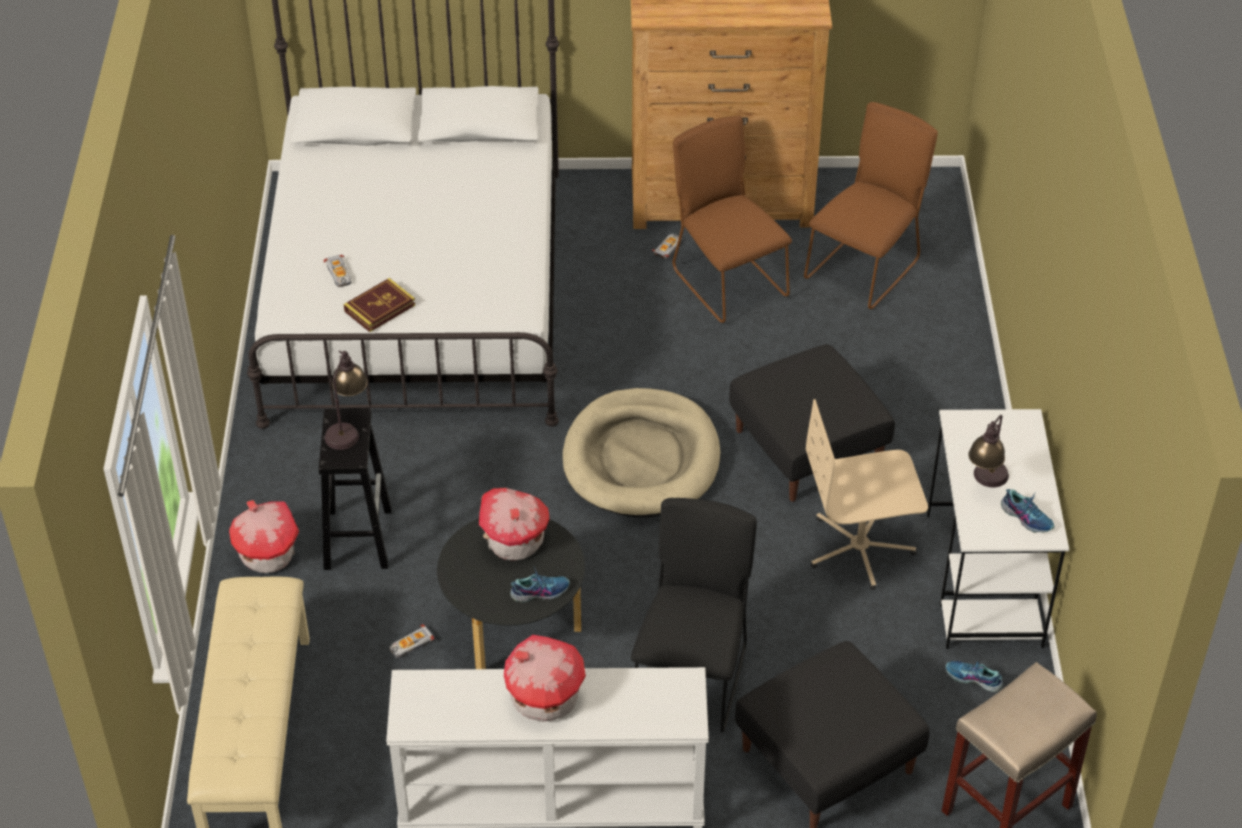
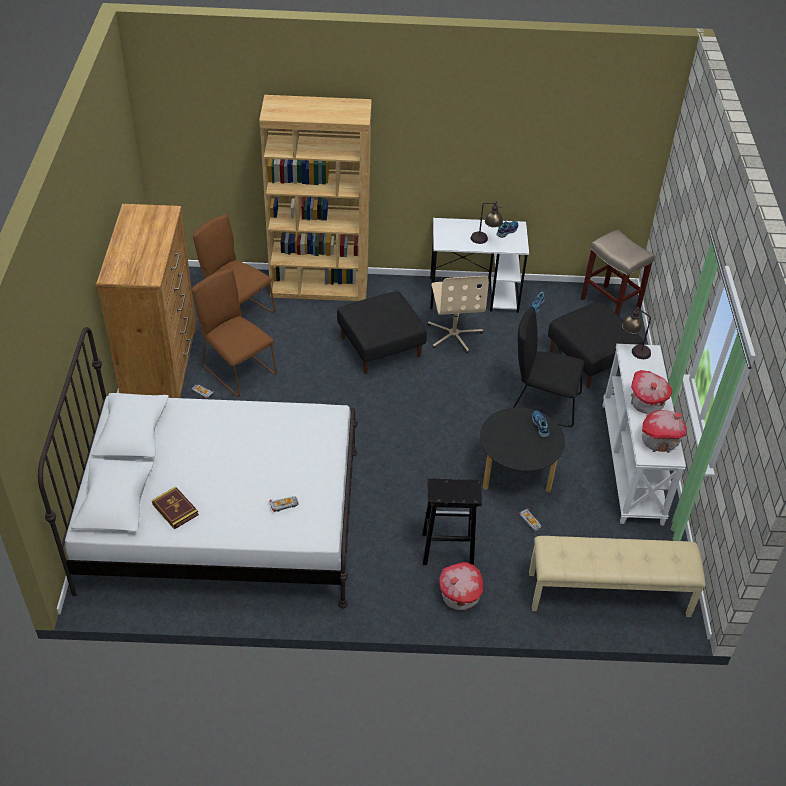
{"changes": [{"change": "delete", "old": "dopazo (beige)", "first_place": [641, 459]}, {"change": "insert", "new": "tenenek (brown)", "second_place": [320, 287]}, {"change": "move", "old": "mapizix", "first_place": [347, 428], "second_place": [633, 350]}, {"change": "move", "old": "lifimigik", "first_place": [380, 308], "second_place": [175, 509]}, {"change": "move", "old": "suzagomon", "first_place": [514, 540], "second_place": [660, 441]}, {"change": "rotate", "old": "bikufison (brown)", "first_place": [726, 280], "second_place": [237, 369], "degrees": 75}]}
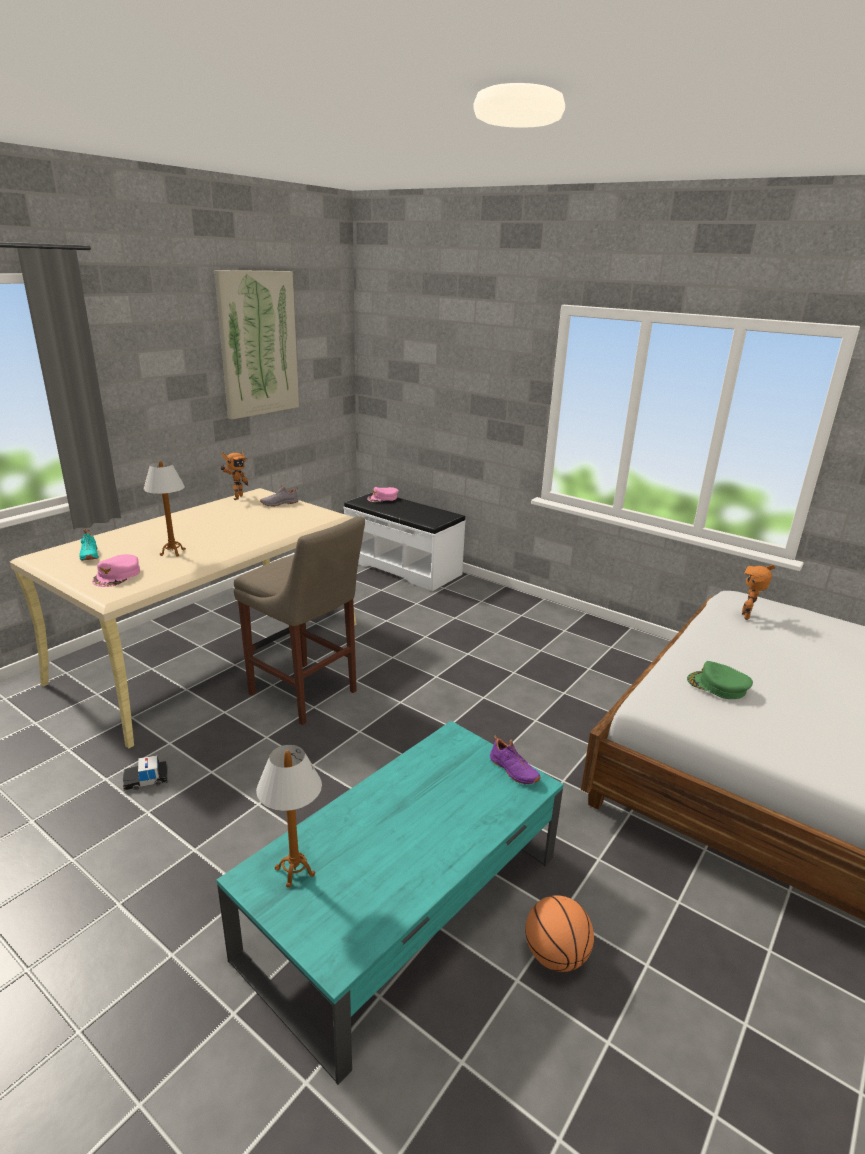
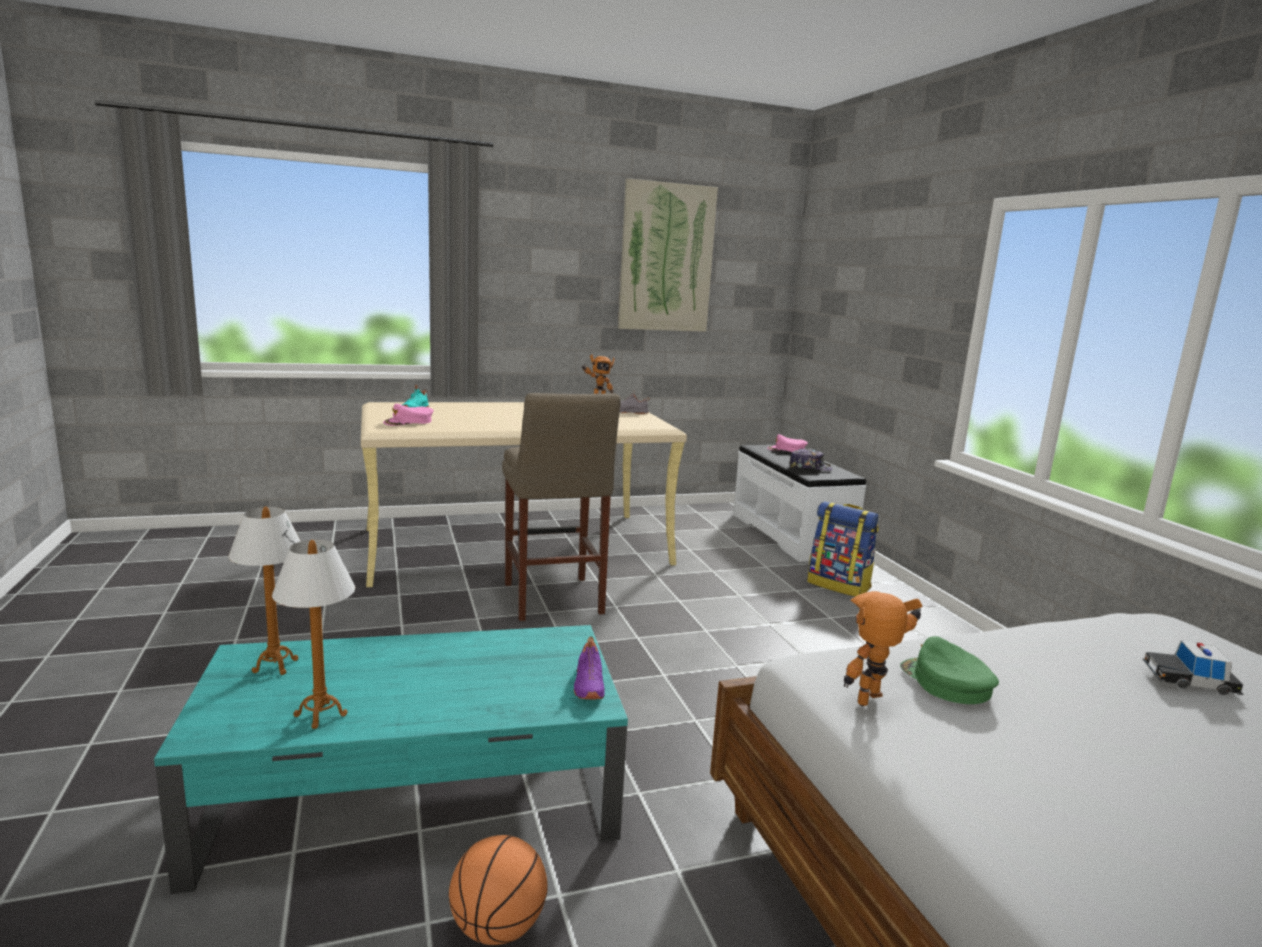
{"changes": [{"change": "insert", "new": "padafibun", "second_place": [810, 468]}, {"change": "insert", "new": "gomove", "second_place": [839, 585]}, {"change": "move", "old": "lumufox", "first_place": [146, 779], "second_place": [1189, 680]}, {"change": "move", "old": "mapizix", "first_place": [173, 552], "second_place": [320, 715]}, {"change": "move", "old": "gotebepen", "first_place": [748, 616], "second_place": [875, 703]}]}
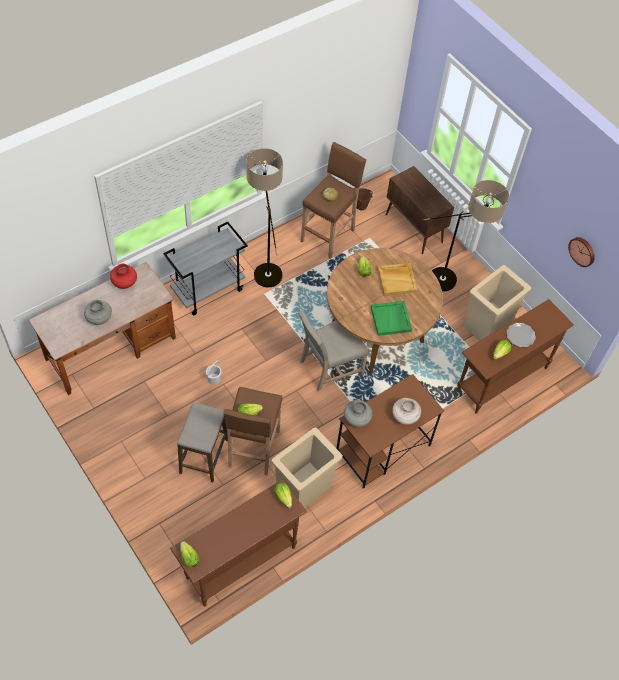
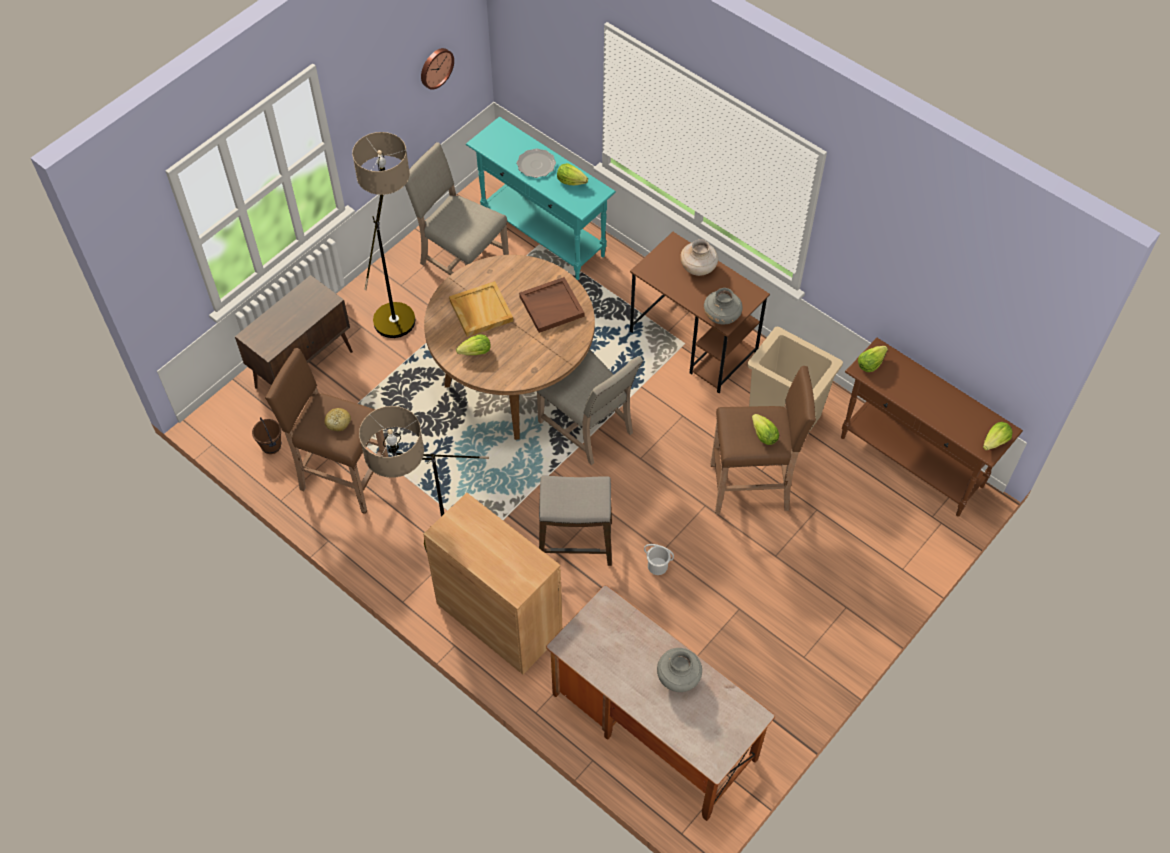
{"changes": [{"change": "delete", "old": "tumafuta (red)", "first_place": [124, 283]}, {"change": "move", "old": "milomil", "first_place": [204, 456], "second_place": [575, 543]}, {"change": "replace", "old": "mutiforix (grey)", "new": "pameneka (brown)", "first_place": [208, 290], "second_place": [499, 618]}, {"change": "replace", "old": "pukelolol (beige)", "new": "bikufison (beige)", "first_place": [488, 325], "second_place": [460, 260]}, {"change": "recolor", "old": "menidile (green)", "new": "menidile (brown)", "first_place": [391, 319], "second_place": [552, 306]}, {"change": "recolor", "old": "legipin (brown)", "new": "legipin (turquoise)", "first_place": [501, 379], "second_place": [543, 236]}]}
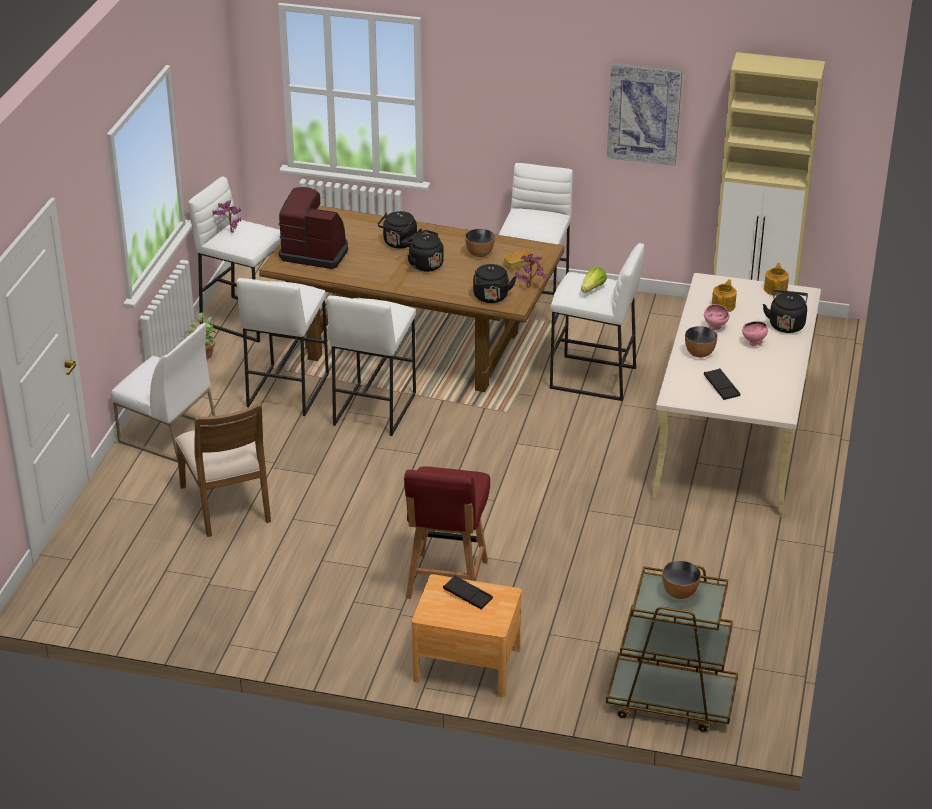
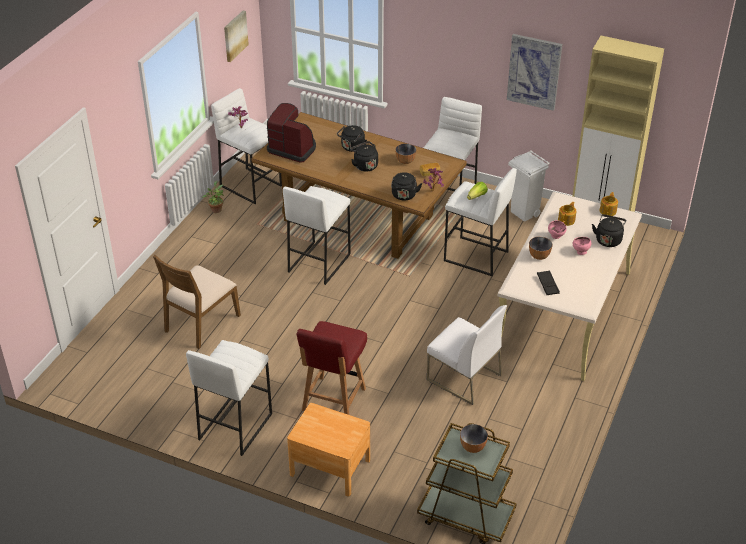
{"changes": [{"change": "delete", "old": "menidile (black)", "first_place": [467, 595]}, {"change": "insert", "new": "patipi", "second_place": [235, 35]}, {"change": "insert", "new": "pukelolol (white)", "second_place": [524, 213]}, {"change": "move", "old": "bikufison (white)", "first_place": [167, 434], "second_place": [463, 377]}, {"change": "move", "old": "milomil (white)", "first_place": [287, 390], "second_place": [235, 426]}, {"change": "rotate", "old": "bikufison (brown)", "first_place": [227, 503], "second_place": [201, 323], "degrees": 45}]}
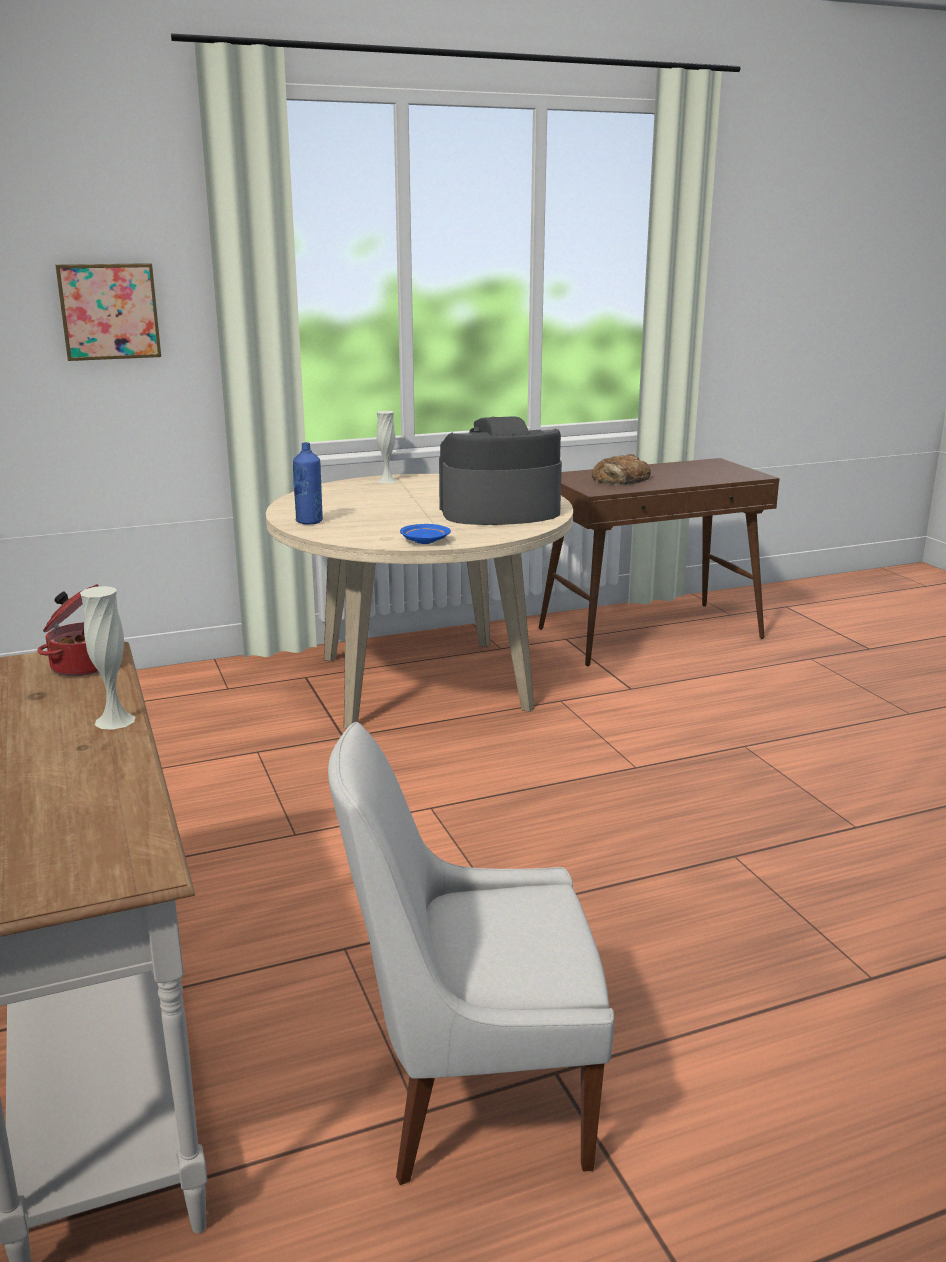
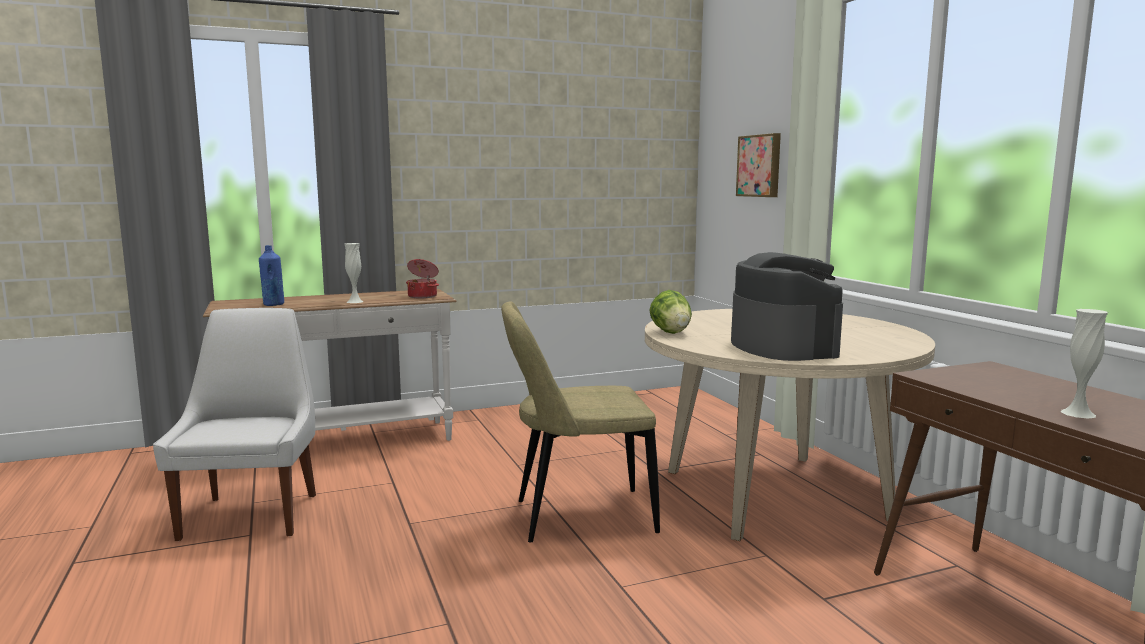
{"changes": [{"change": "delete", "old": "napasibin", "first_place": [620, 479]}, {"change": "insert", "new": "bikufison (beige)", "second_place": [577, 517]}, {"change": "move", "old": "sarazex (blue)", "first_place": [309, 521], "second_place": [273, 304]}, {"change": "move", "old": "tumafuta (white)", "first_place": [387, 481], "second_place": [1078, 413]}, {"change": "replace", "old": "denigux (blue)", "new": "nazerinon", "first_place": [424, 541], "second_place": [671, 332]}]}
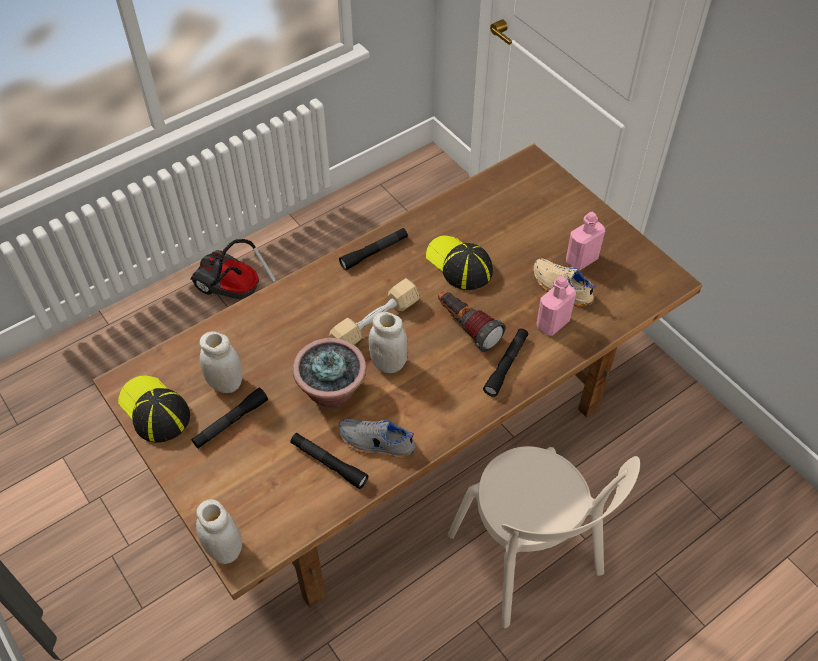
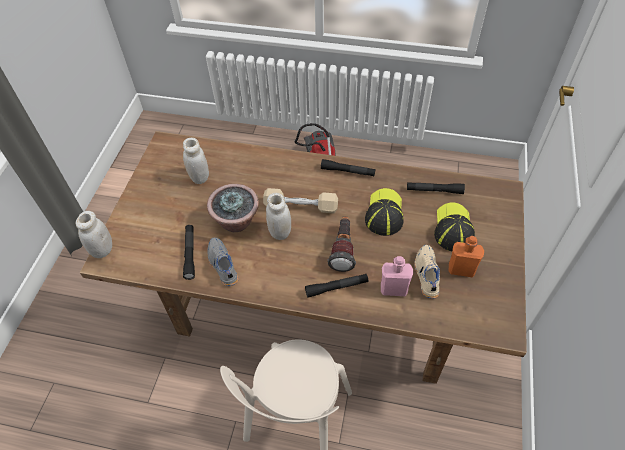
{"changes": [{"change": "move", "old": "padafibun", "first_place": [154, 410], "second_place": [453, 228]}, {"change": "move", "old": "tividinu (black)", "first_place": [230, 422], "second_place": [434, 190]}, {"change": "recolor", "old": "sarazex (pink)", "new": "sarazex (orange)", "first_place": [581, 260], "second_place": [461, 269]}]}
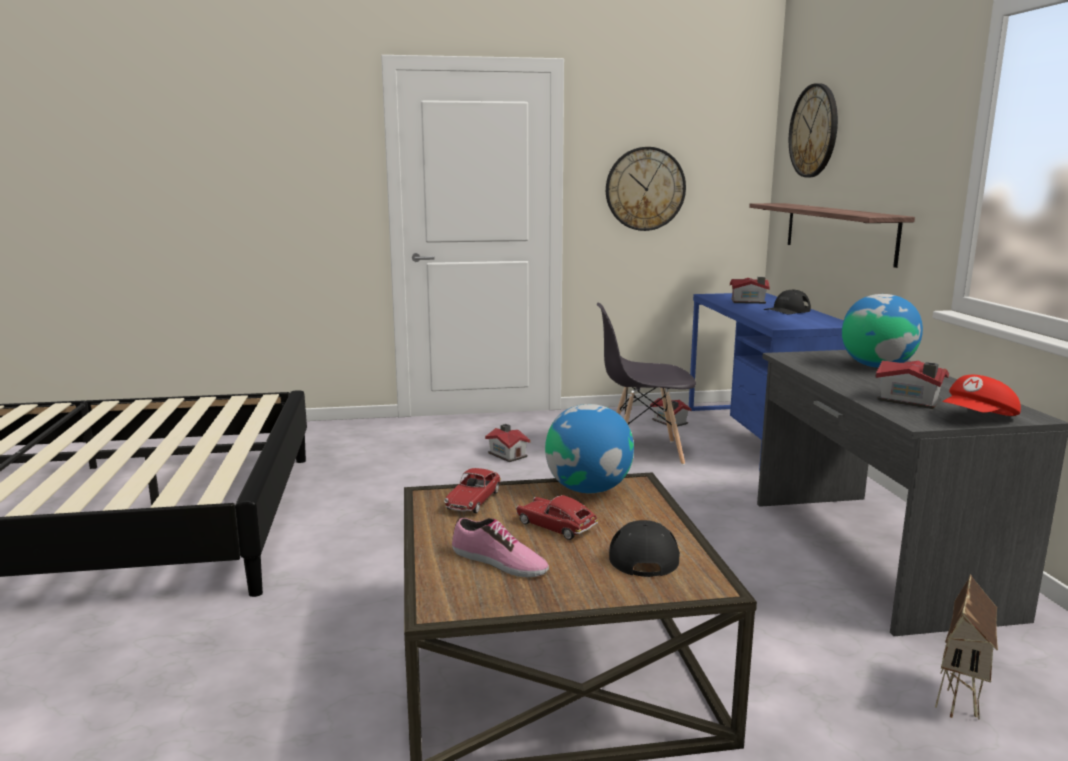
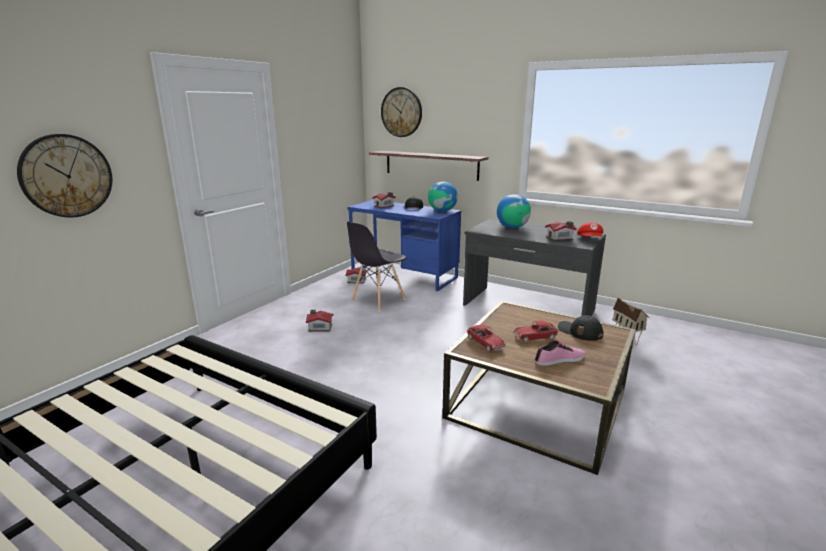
{"changes": [{"change": "move", "old": "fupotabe", "first_place": [588, 489], "second_place": [442, 210]}, {"change": "move", "old": "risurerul", "first_place": [645, 189], "second_place": [67, 176]}]}
